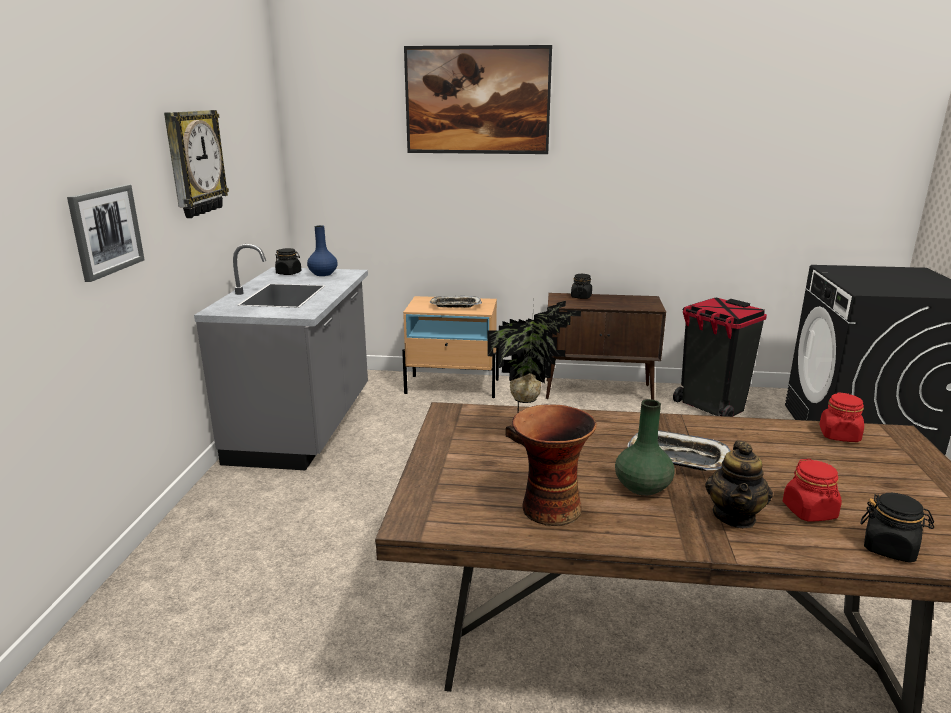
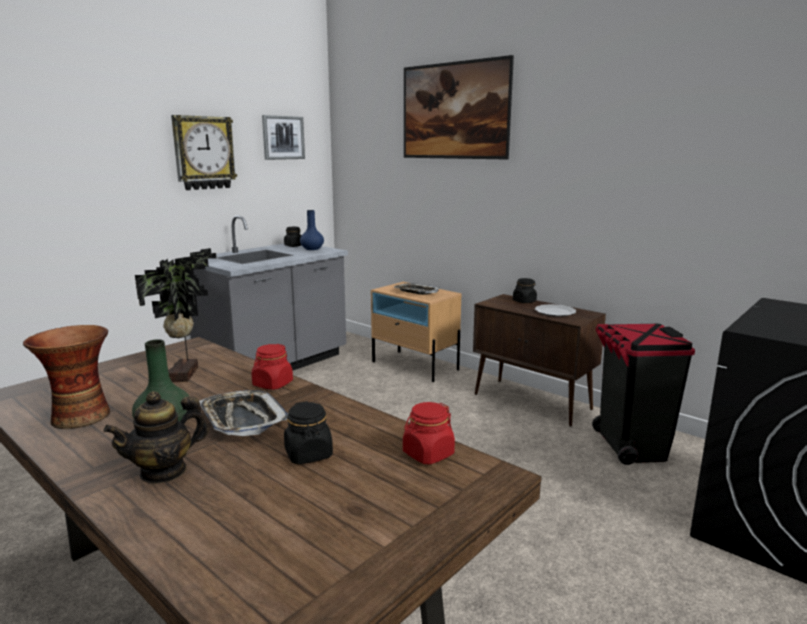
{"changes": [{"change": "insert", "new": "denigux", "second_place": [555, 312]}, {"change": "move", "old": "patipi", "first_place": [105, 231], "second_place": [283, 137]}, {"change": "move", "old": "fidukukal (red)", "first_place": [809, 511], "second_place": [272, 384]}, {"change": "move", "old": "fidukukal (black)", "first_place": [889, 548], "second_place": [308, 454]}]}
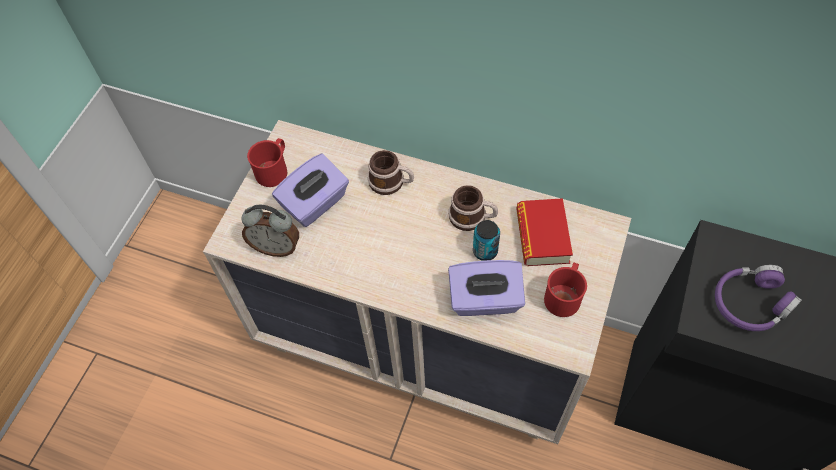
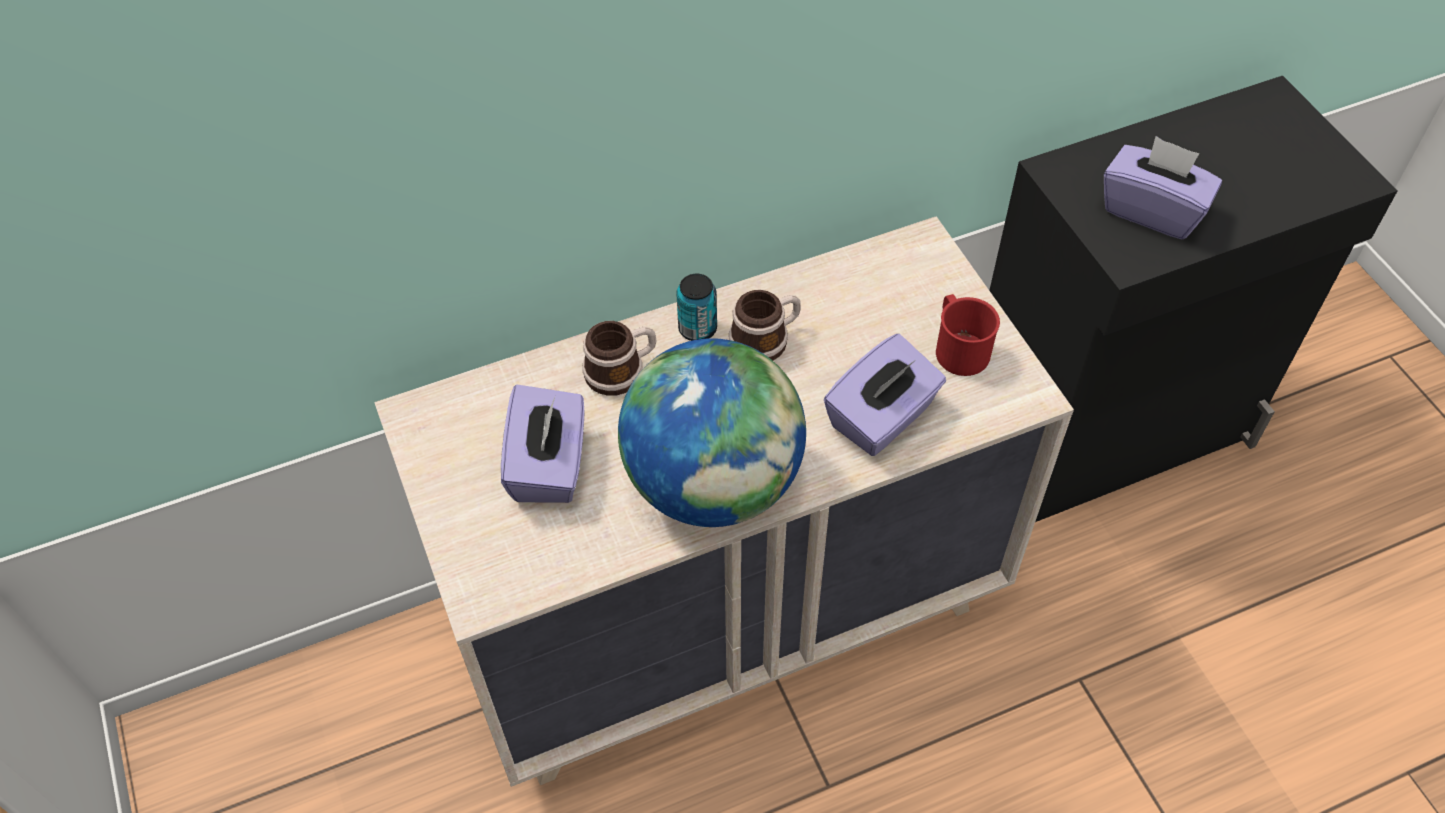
{"changes": [{"change": "delete", "old": "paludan", "first_place": [276, 247]}, {"change": "delete", "old": "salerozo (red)", "first_place": [274, 169]}, {"change": "delete", "old": "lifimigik", "first_place": [542, 236]}, {"change": "insert", "new": "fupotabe", "second_place": [713, 483]}, {"change": "move", "old": "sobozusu", "first_place": [485, 251], "second_place": [697, 329]}, {"change": "replace", "old": "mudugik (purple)", "new": "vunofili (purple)", "first_place": [750, 303], "second_place": [1152, 210]}]}
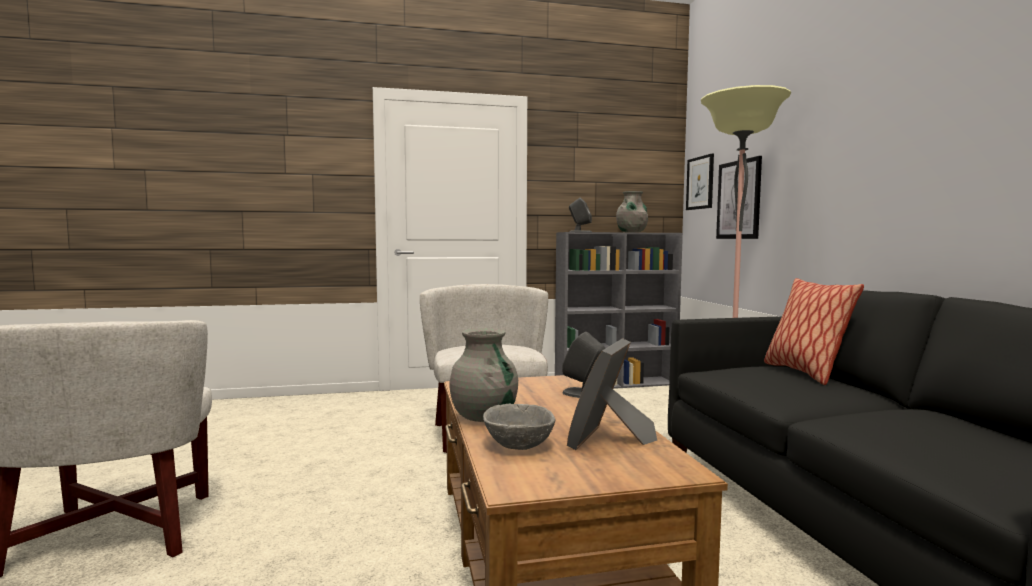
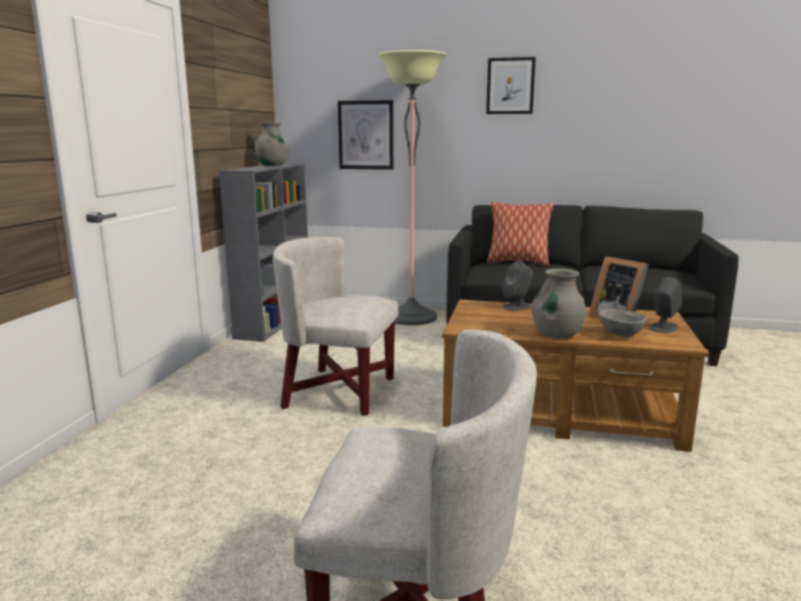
{"changes": [{"change": "move", "old": "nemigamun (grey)", "first_place": [580, 232], "second_place": [663, 327]}, {"change": "move", "old": "patipi", "first_place": [700, 183], "second_place": [510, 86]}]}
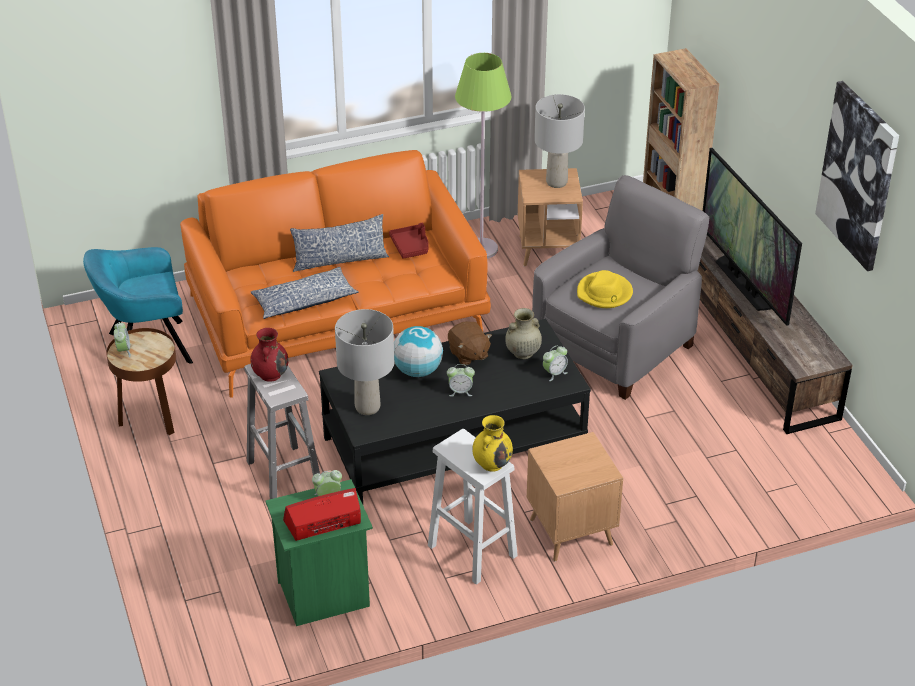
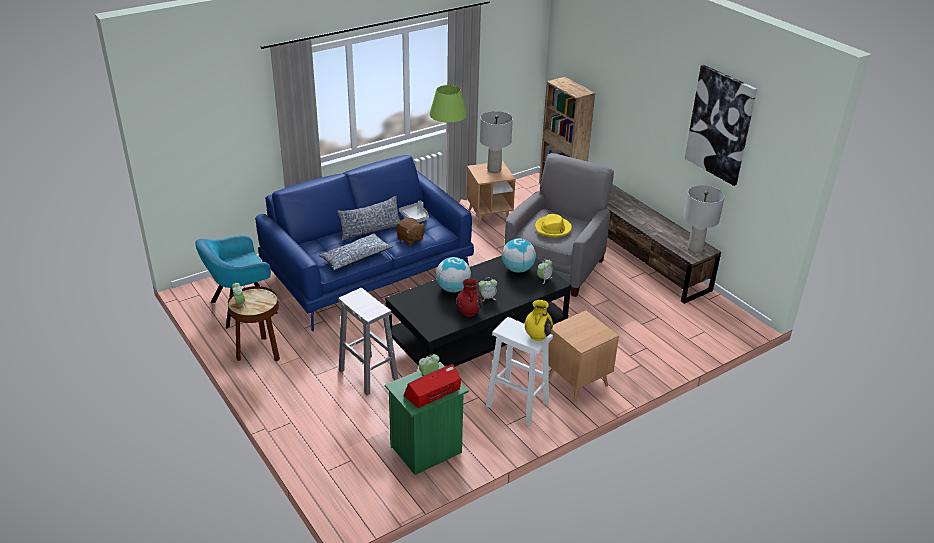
{"changes": [{"change": "delete", "old": "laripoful", "first_place": [744, 283]}, {"change": "move", "old": "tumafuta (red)", "first_place": [270, 374], "second_place": [469, 312]}, {"change": "move", "old": "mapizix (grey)", "first_place": [367, 407], "second_place": [694, 249]}, {"change": "move", "old": "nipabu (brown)", "first_place": [468, 354], "second_place": [410, 239]}, {"change": "replace", "old": "tumafuta (beige)", "new": "fupotabe", "first_place": [522, 353], "second_place": [517, 269]}, {"change": "recolor", "old": "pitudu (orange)", "new": "pitudu (blue)", "first_place": [338, 316], "second_place": [368, 271]}, {"change": "recolor", "old": "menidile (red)", "new": "menidile (grey)", "first_place": [411, 246], "second_place": [415, 217]}]}
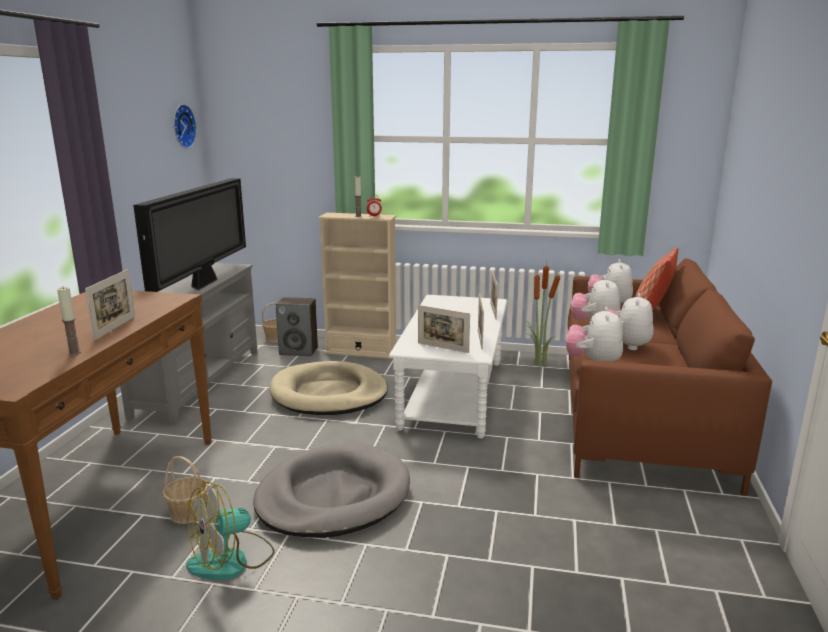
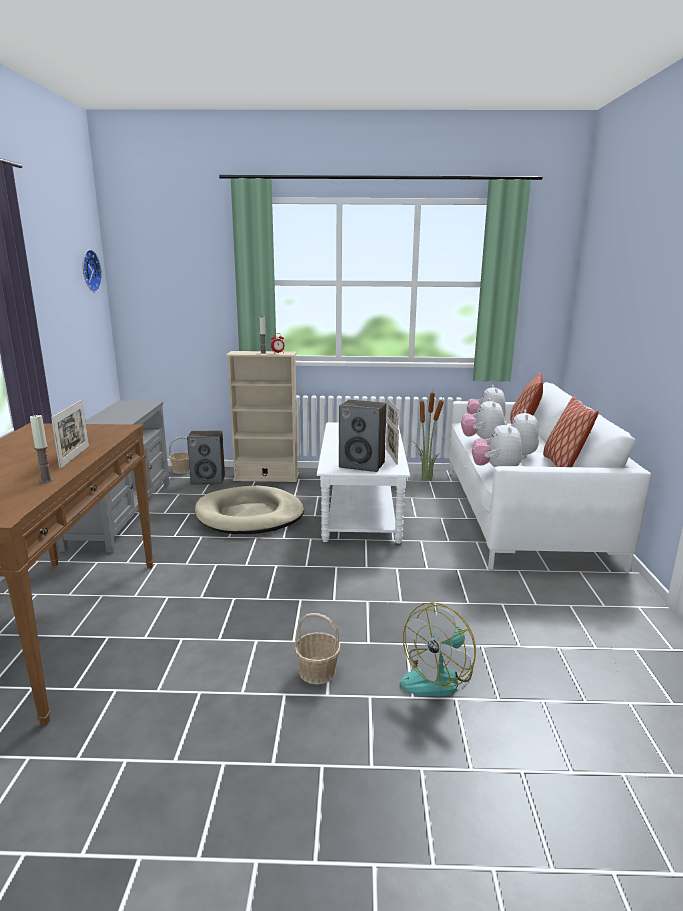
{"changes": [{"change": "delete", "old": "laripoful", "first_place": [204, 283]}, {"change": "delete", "old": "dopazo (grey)", "first_place": [333, 496]}, {"change": "insert", "new": "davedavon", "second_place": [563, 466]}, {"change": "move", "old": "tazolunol", "first_place": [188, 512], "second_place": [317, 671]}, {"change": "move", "old": "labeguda", "first_place": [231, 560], "second_place": [438, 677]}, {"change": "replace", "old": "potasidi", "new": "nemigamun", "first_place": [443, 347], "second_place": [362, 465]}, {"change": "recolor", "old": "pitudu (brown)", "new": "pitudu (white)", "first_place": [638, 413], "second_place": [522, 513]}]}
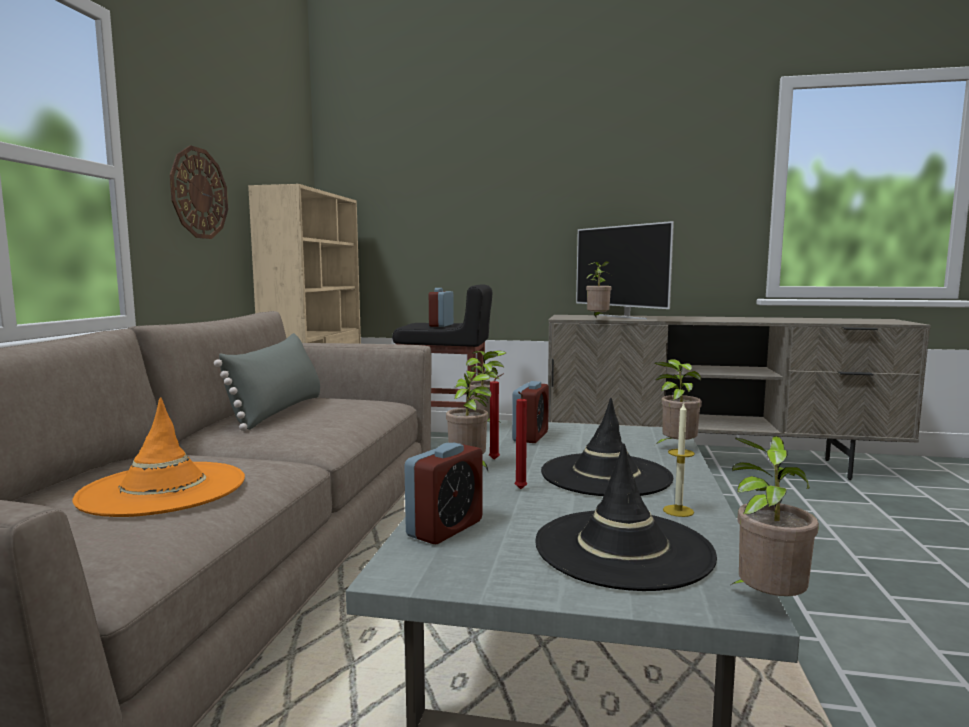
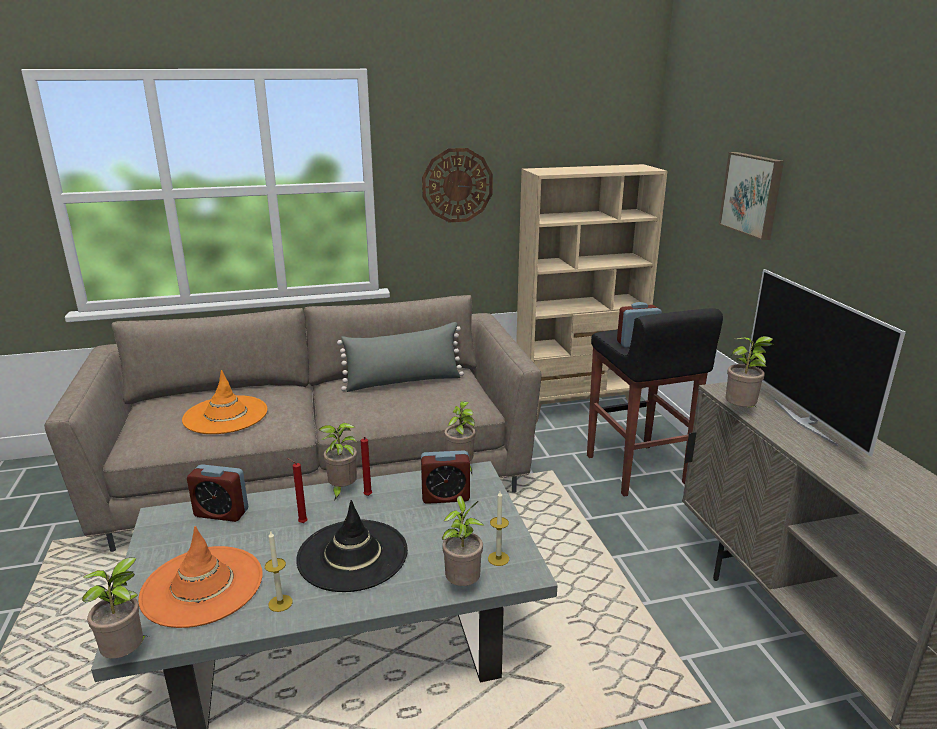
{"changes": [{"change": "insert", "new": "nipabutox", "second_place": [498, 558]}, {"change": "insert", "new": "patipi", "second_place": [752, 194]}, {"change": "recolor", "old": "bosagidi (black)", "new": "bosagidi (orange)", "first_place": [623, 549], "second_place": [202, 586]}, {"change": "rotate", "old": "laripoful", "first_place": [622, 317], "second_place": [805, 422], "degrees": -45}]}
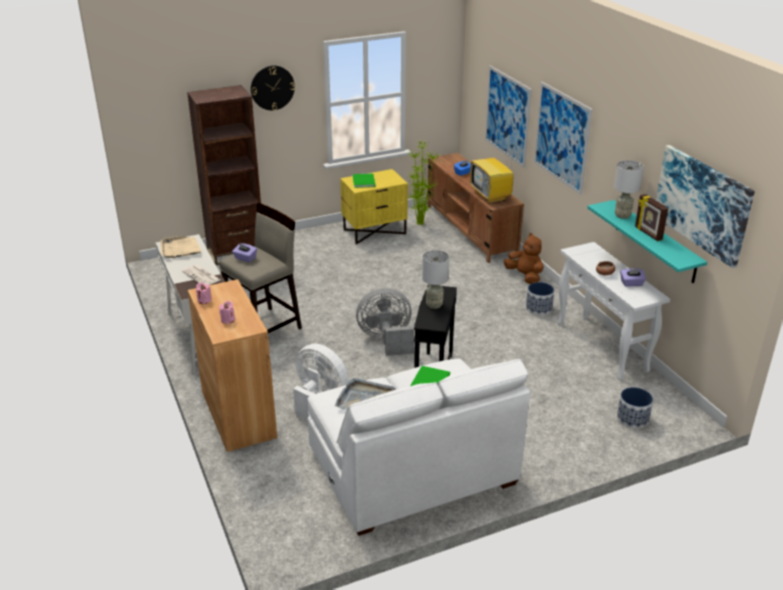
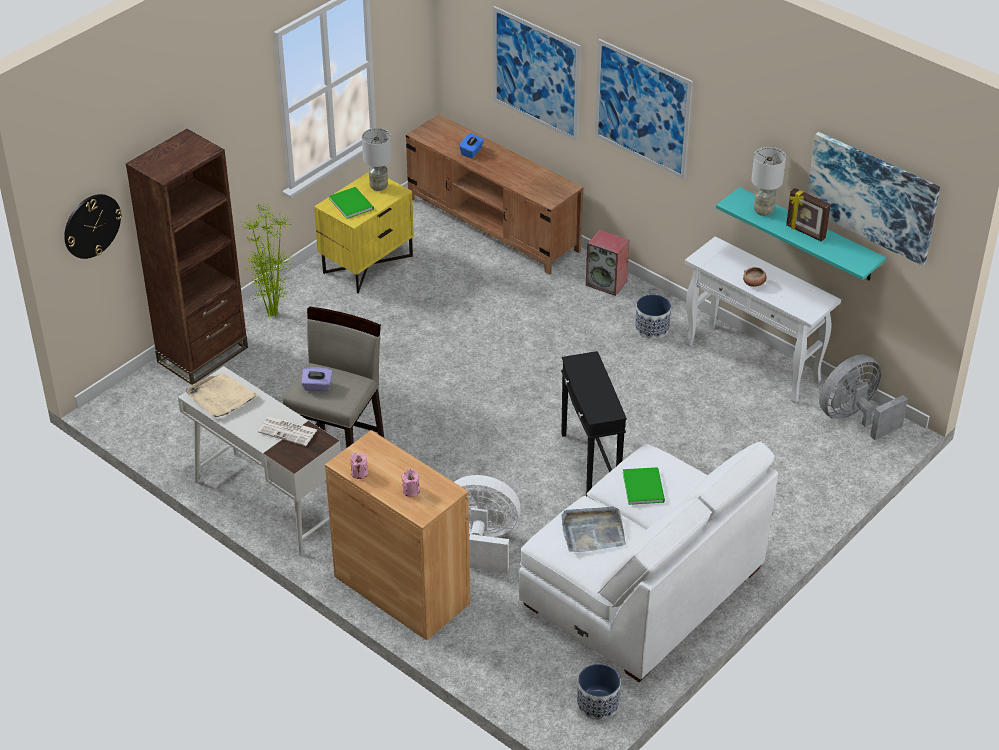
{"changes": [{"change": "delete", "old": "laripoful", "first_place": [491, 196]}, {"change": "delete", "old": "vunofili (purple)", "first_place": [631, 283]}, {"change": "move", "old": "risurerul", "first_place": [272, 87], "second_place": [91, 226]}, {"change": "move", "old": "labeguda (grey)", "first_place": [387, 340], "second_place": [854, 418]}, {"change": "move", "old": "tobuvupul", "first_place": [420, 225], "second_place": [274, 315]}, {"change": "move", "old": "mapizix (grey)", "first_place": [434, 304], "second_place": [378, 186]}, {"change": "move", "old": "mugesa", "first_place": [632, 419], "second_place": [598, 704]}, {"change": "replace", "old": "nipabu (brown)", "new": "nemigamun", "first_place": [525, 276], "second_place": [607, 283]}]}
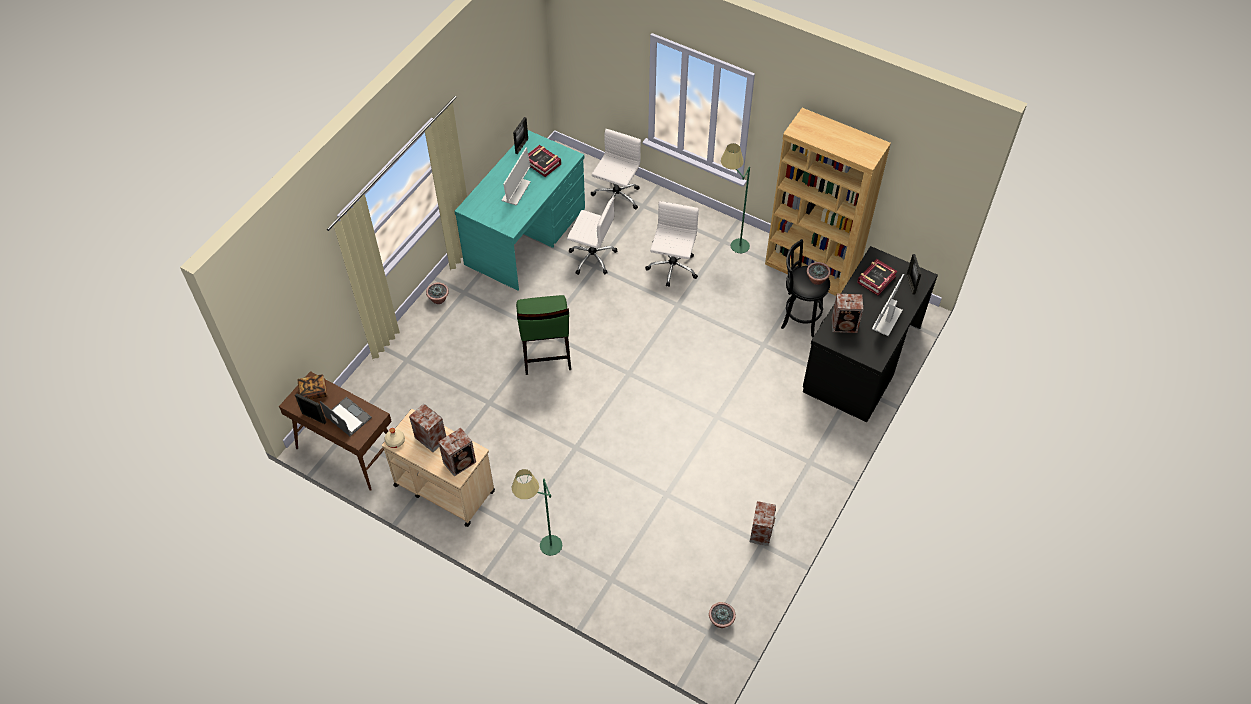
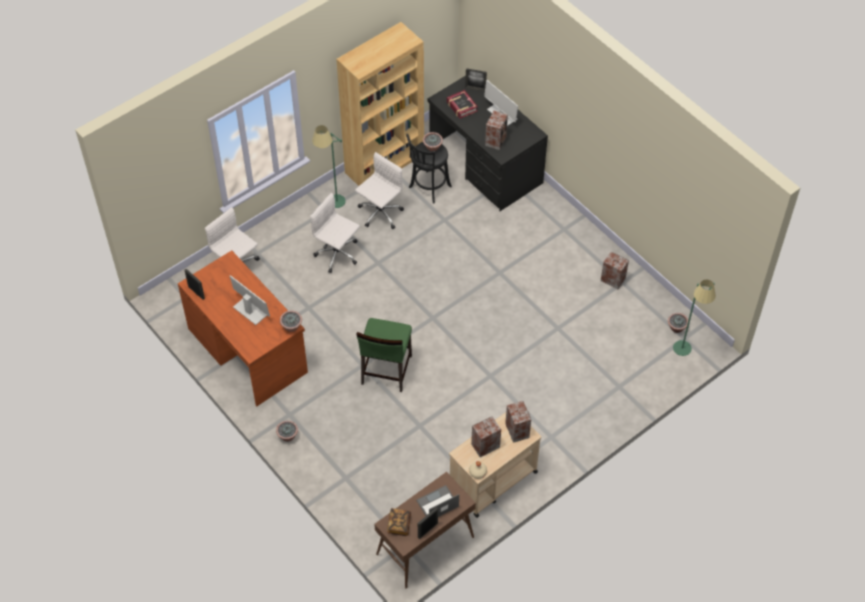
{"changes": [{"change": "delete", "old": "lifimigik", "first_place": [542, 163]}, {"change": "insert", "new": "tobuvupul", "second_place": [292, 327]}, {"change": "move", "old": "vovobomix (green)", "first_place": [542, 551], "second_place": [685, 355]}, {"change": "move", "old": "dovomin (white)", "first_place": [591, 257], "second_place": [379, 214]}, {"change": "recolor", "old": "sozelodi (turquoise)", "new": "sozelodi (brown)", "first_place": [526, 236], "second_place": [248, 349]}, {"change": "rotate", "old": "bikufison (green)", "first_place": [545, 353], "second_place": [386, 370], "degrees": 90}]}
